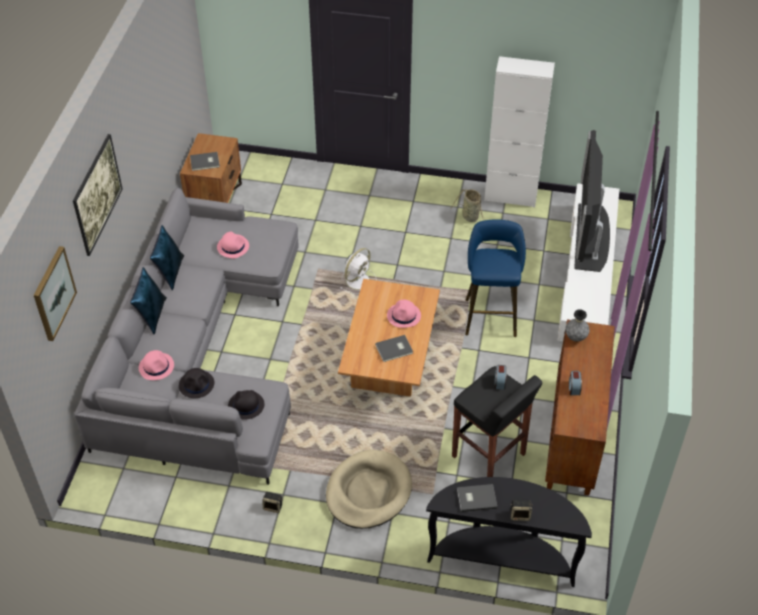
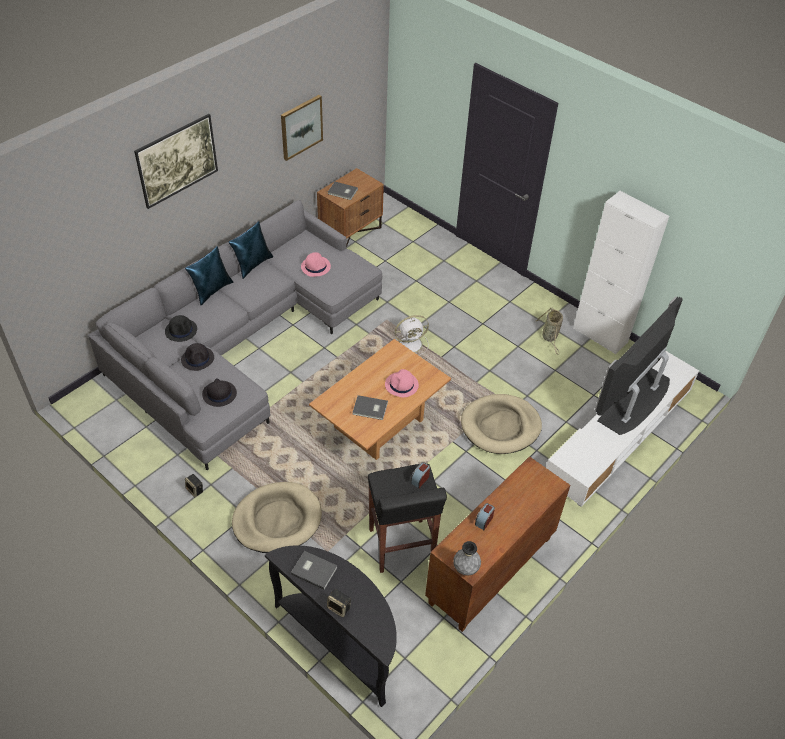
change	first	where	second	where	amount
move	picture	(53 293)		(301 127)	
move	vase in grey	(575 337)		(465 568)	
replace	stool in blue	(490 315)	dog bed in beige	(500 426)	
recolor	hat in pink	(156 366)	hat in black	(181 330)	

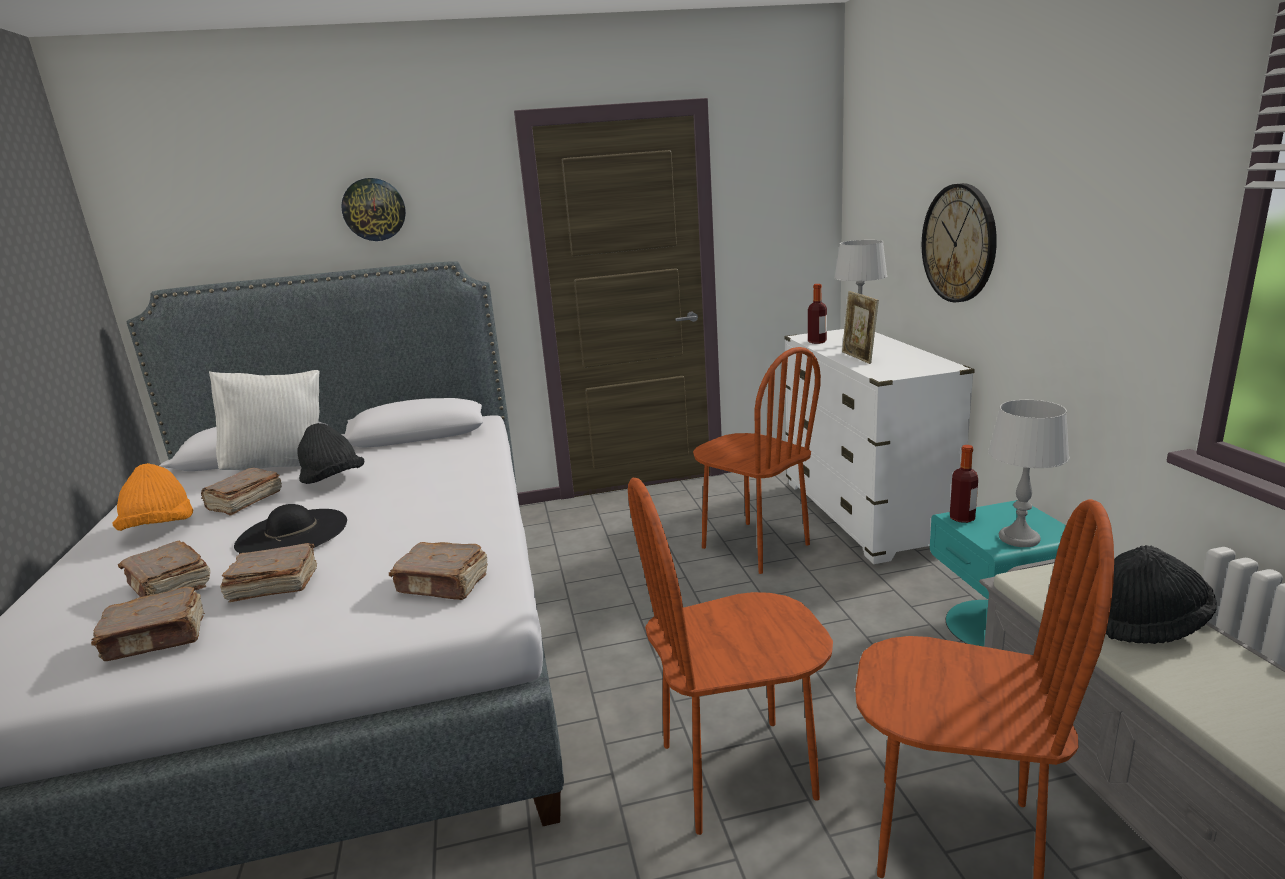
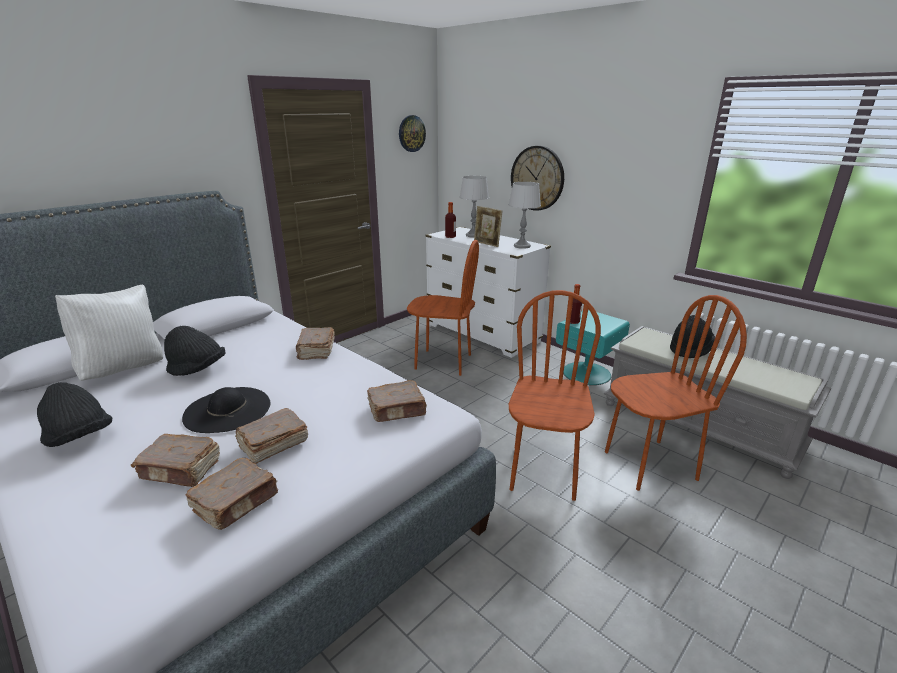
change	first	where	second	where	amount
move	book in brown	(244 502)		(316 350)	
move	wall clock	(374 209)		(411 133)	
move	table lamp in grey	(1019 538)		(522 246)	
recolor	hat in orange	(159 529)	hat in black	(79 438)	
rotate	chair in brown	(737 772)		(544 472)	150 degrees clockwise

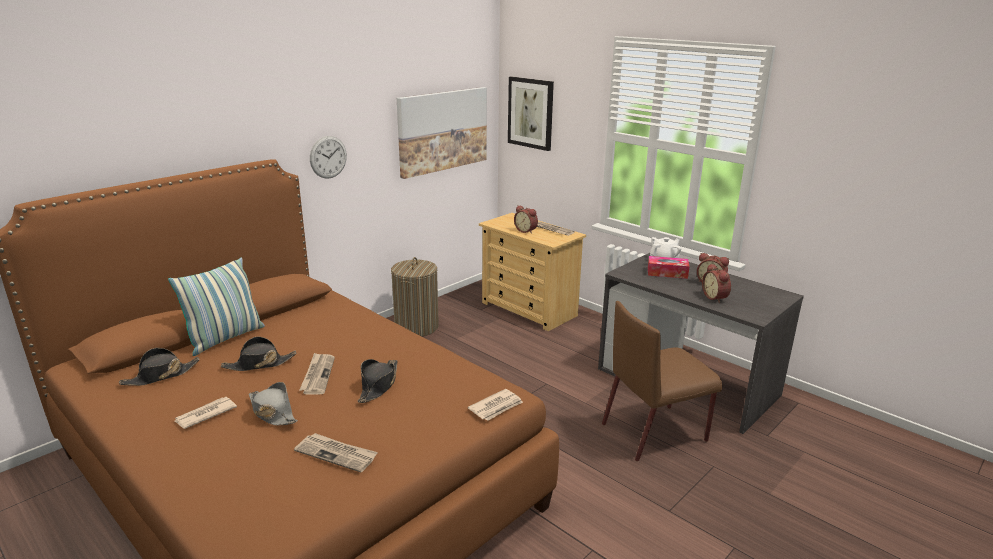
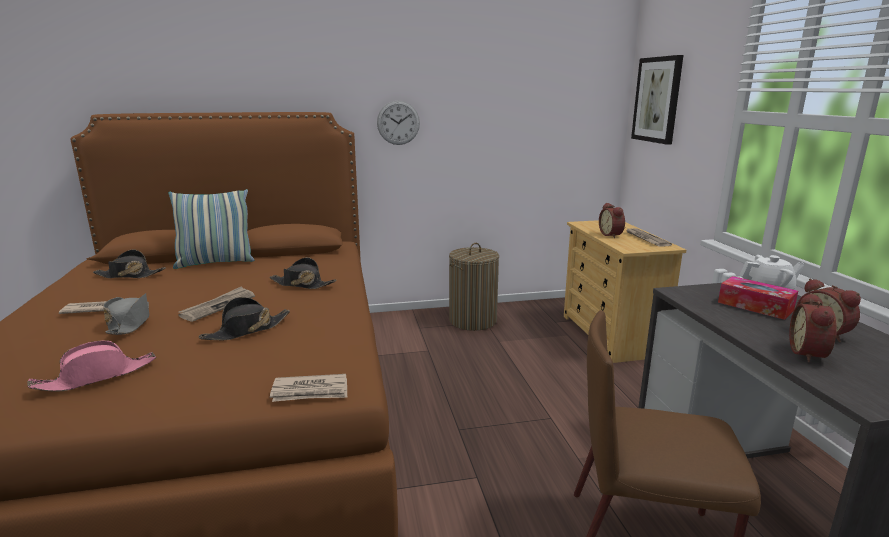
change	first	where	second	where	amount
delete	picture	(442 130)			
move	hat in black	(259 364)		(302 284)	
replace	newspaper	(337 454)	hat in pink	(97 376)	

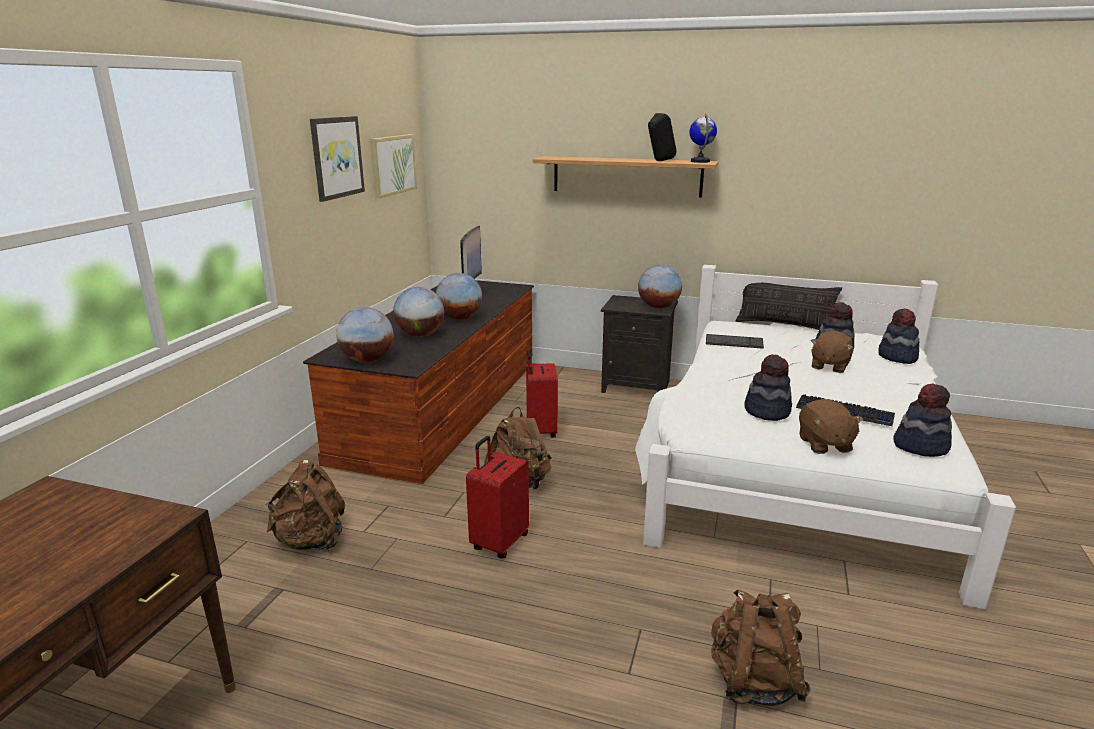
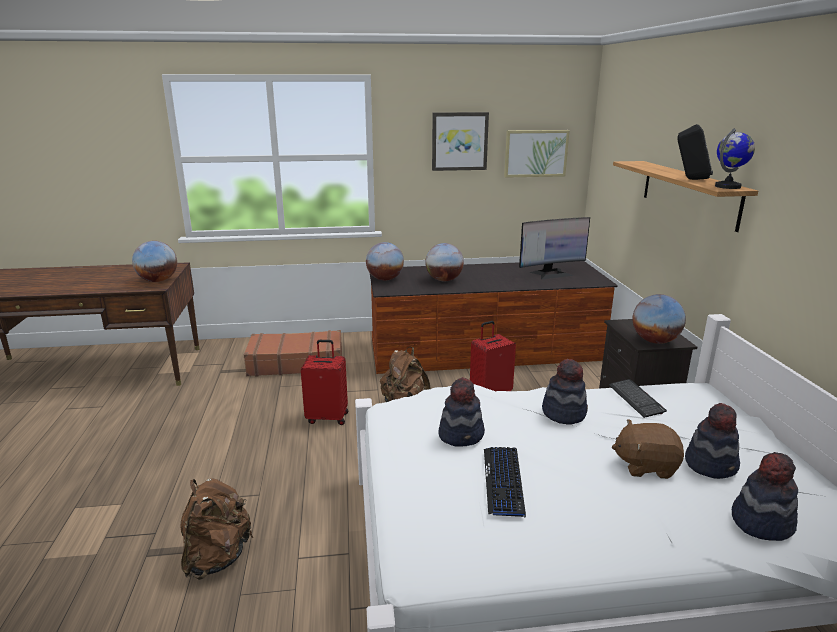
change	first	where	second	where	amount
delete	pillow	(784 326)			
delete	plush toy in brown	(824 444)			
move	globe	(459 318)		(158 281)	
move	hat	(920 446)		(564 413)	
replace	backpack in brown	(311 541)	suitcase in brown	(296 363)	

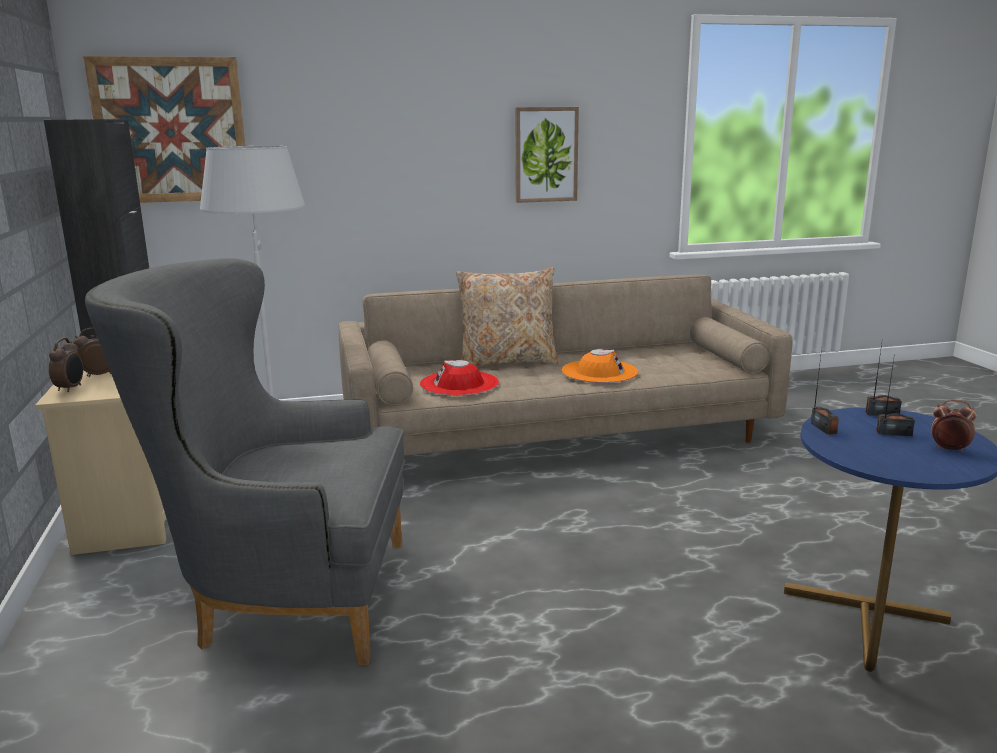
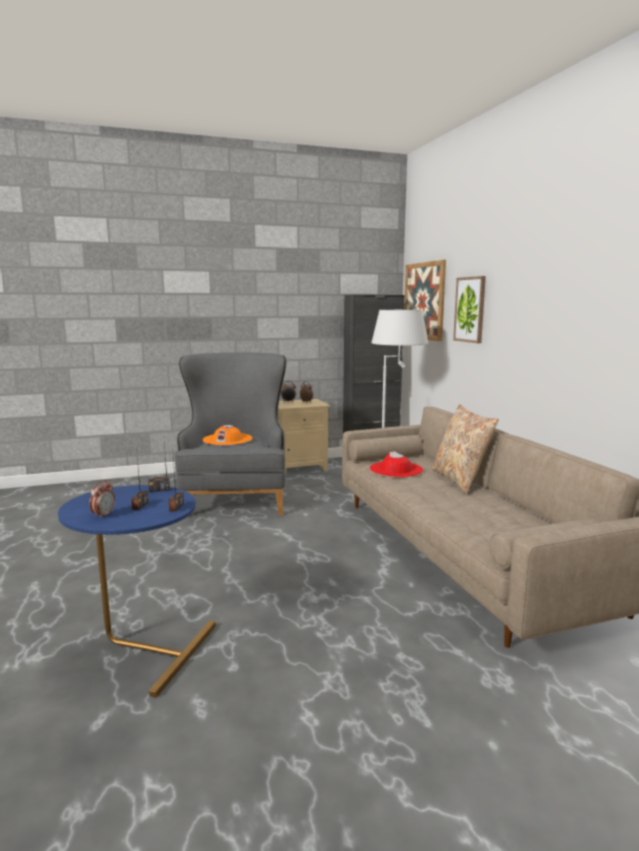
change	first	where	second	where	amount
move	picture	(546 154)		(470 309)	
move	hat in orange	(599 372)		(227 439)	

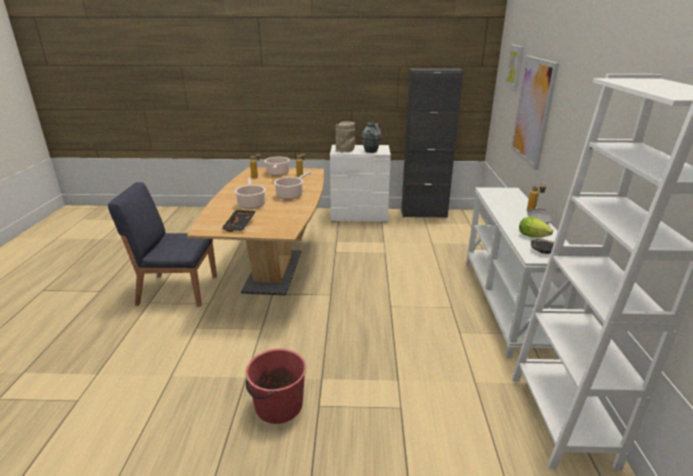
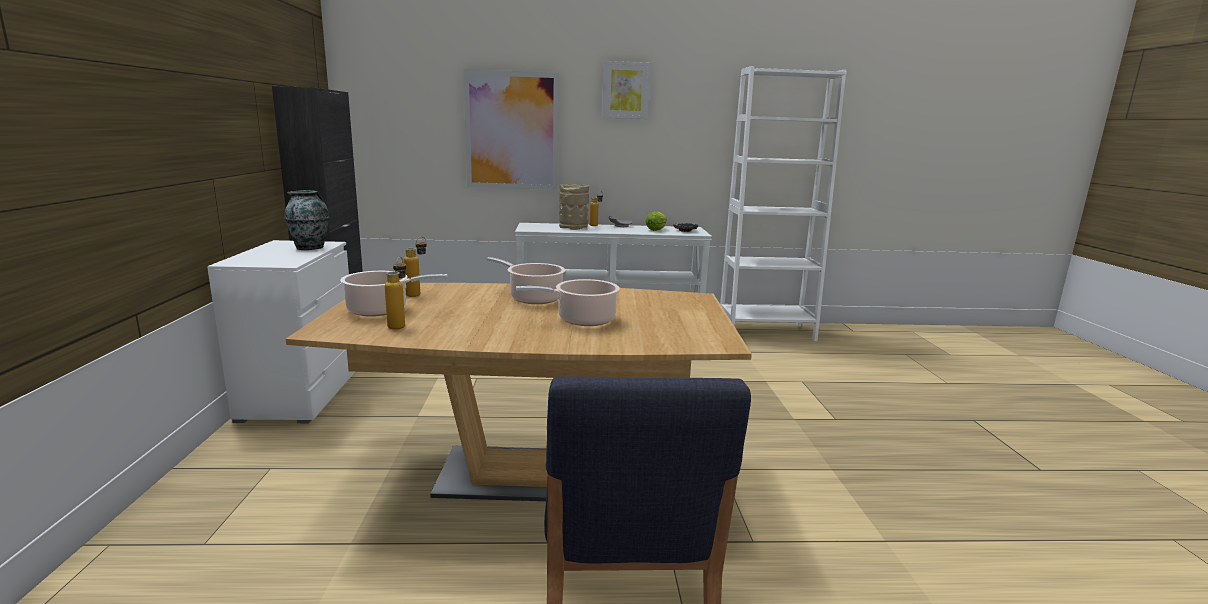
change	first	where	second	where	amount
delete	tray in black	(240 225)			
delete	bucket in red	(278 406)			
move	vase in beige	(345 150)		(574 227)	
move	picture	(514 67)		(625 90)	

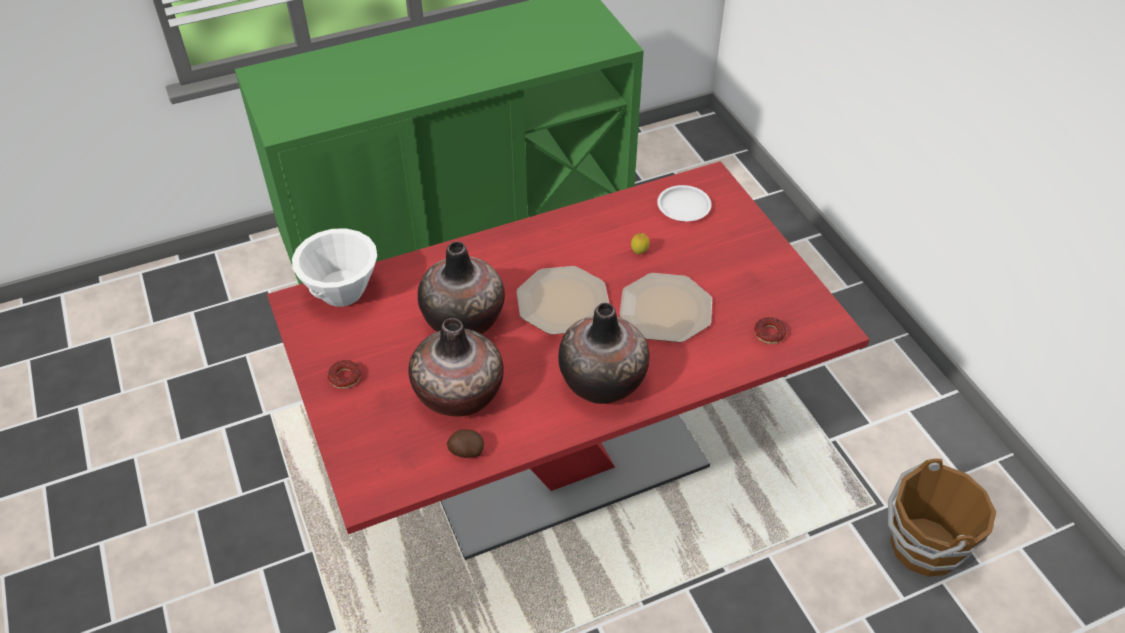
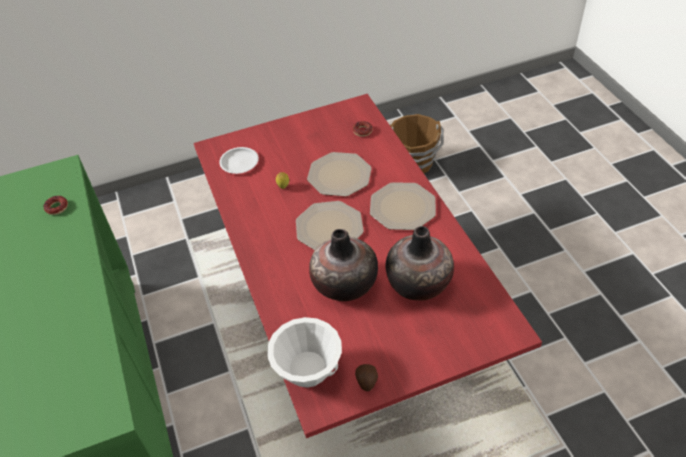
change	first	where	second	where	amount
move	donut	(345 377)		(57 207)	
move	potato	(466 451)		(366 382)	
replace	vase	(602 381)	plate	(403 207)	

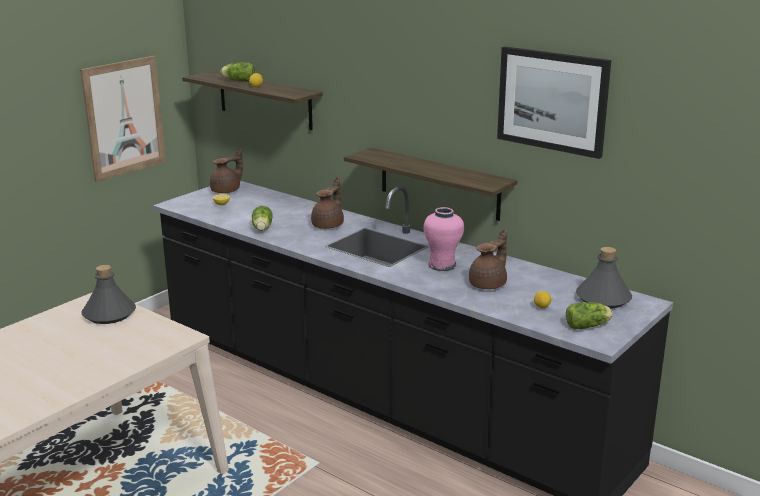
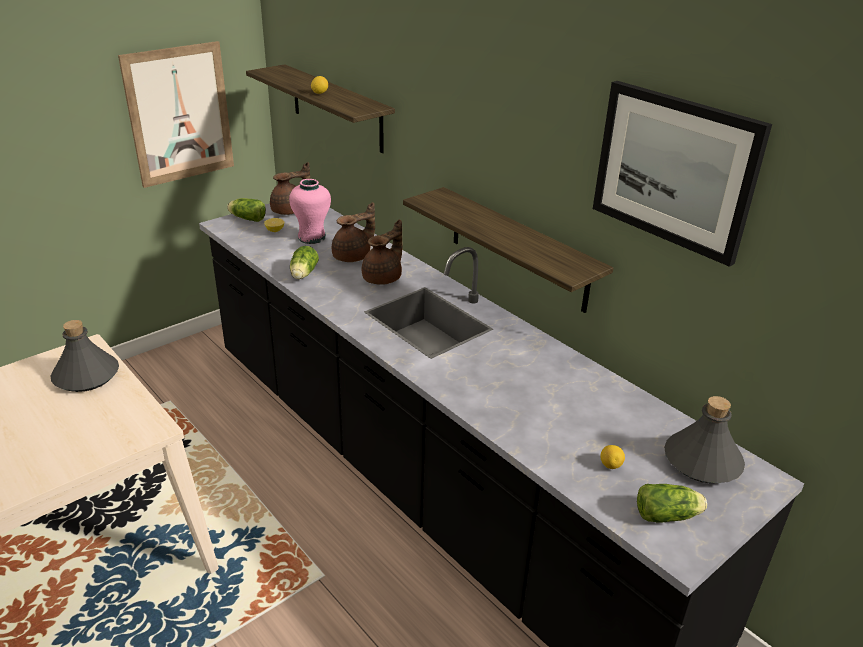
change	first	where	second	where	amount
move	lettuce	(238 81)		(246 218)	
move	vase in pink	(442 265)		(312 237)	
move	teapot in brown	(489 284)		(353 257)	

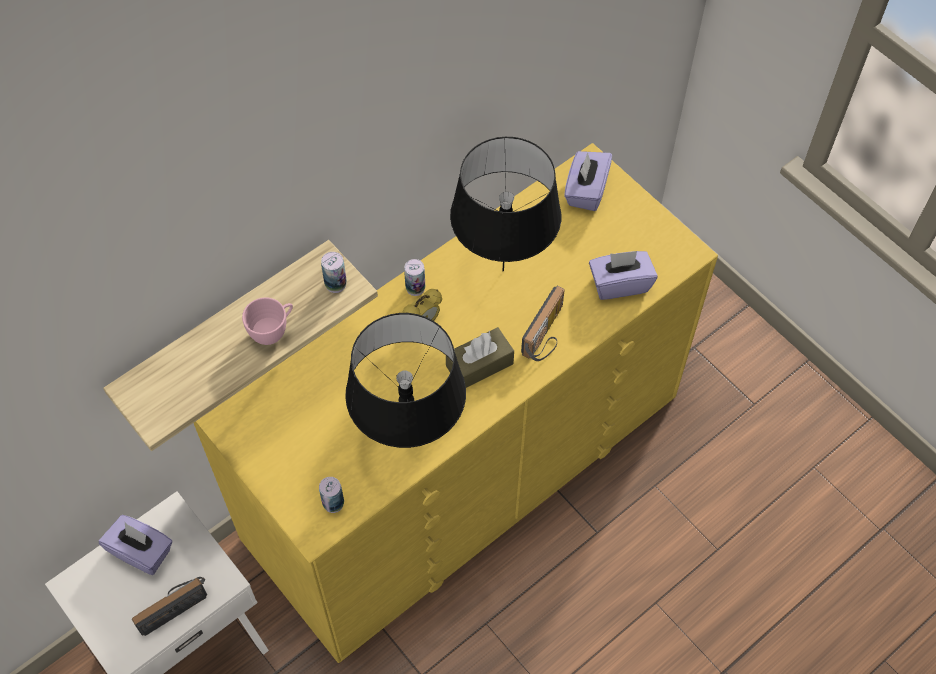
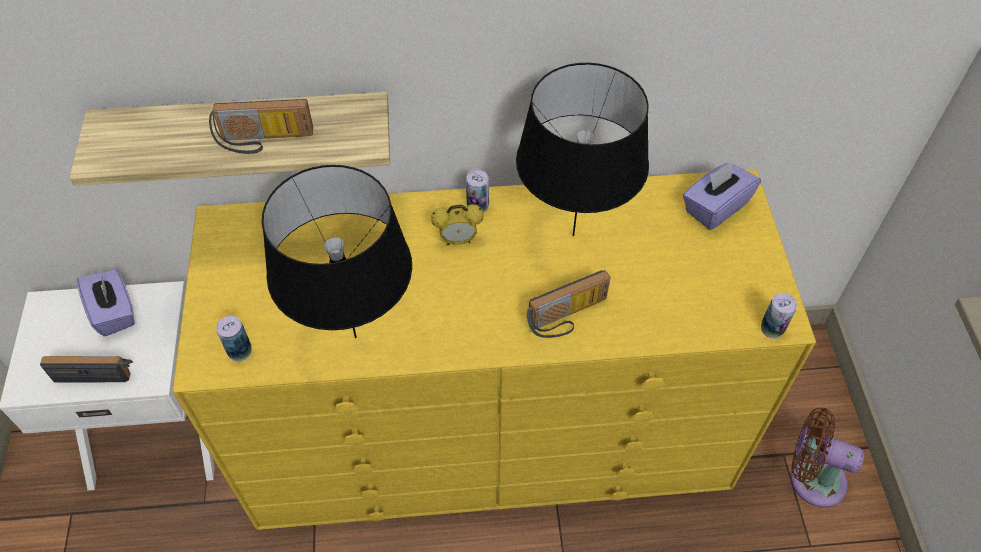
change	first	where	second	where	amount
delete	tissue box in brown	(479 365)			
delete	tissue box in purple	(619 284)			
insert			fan in brown	(811 478)	
move	can	(335 284)		(772 328)	
replace	cup in pink	(273 331)	radio	(264 141)	

